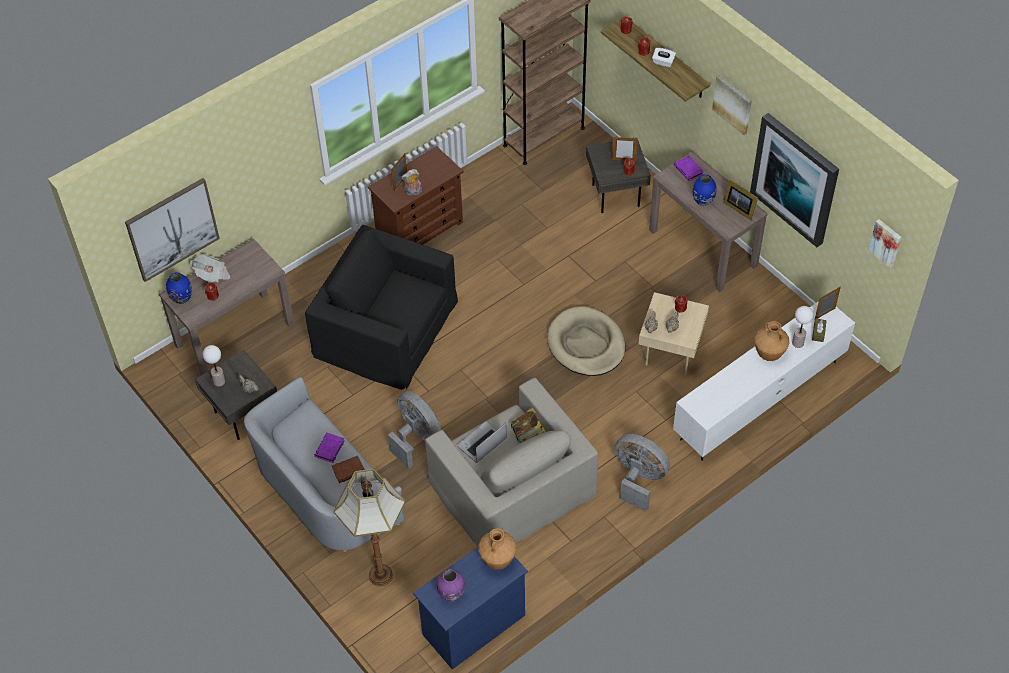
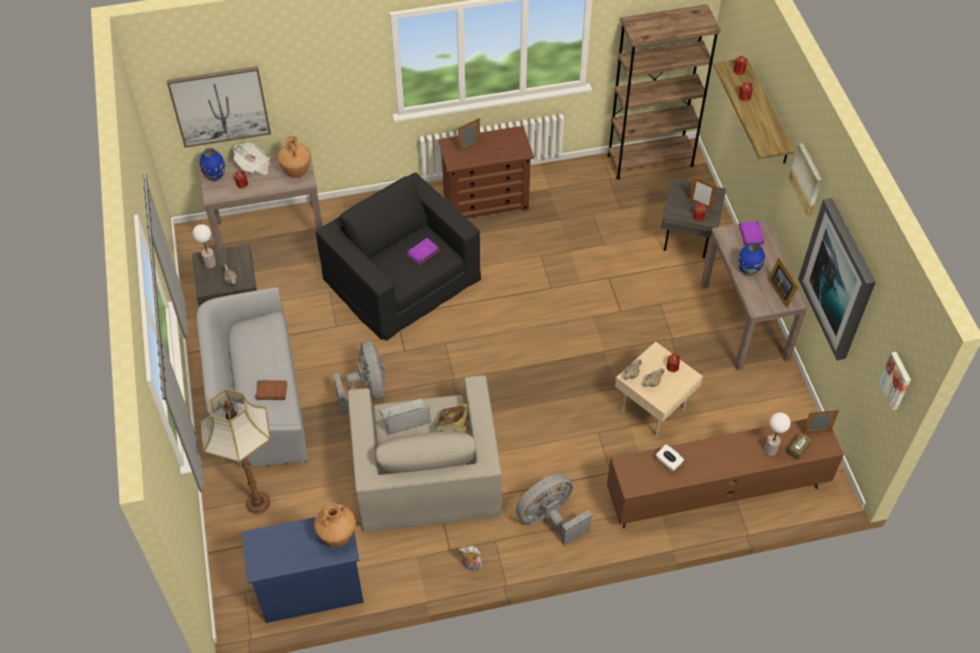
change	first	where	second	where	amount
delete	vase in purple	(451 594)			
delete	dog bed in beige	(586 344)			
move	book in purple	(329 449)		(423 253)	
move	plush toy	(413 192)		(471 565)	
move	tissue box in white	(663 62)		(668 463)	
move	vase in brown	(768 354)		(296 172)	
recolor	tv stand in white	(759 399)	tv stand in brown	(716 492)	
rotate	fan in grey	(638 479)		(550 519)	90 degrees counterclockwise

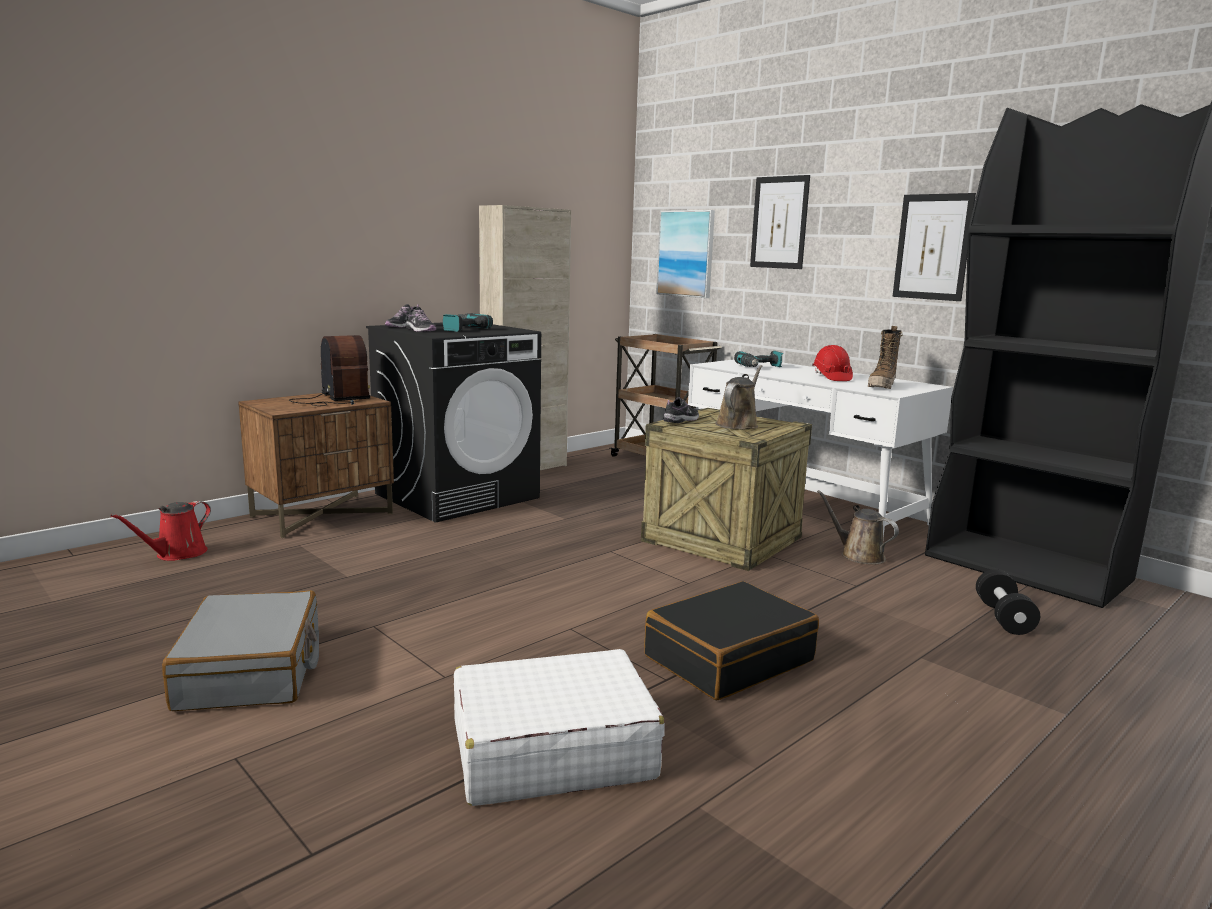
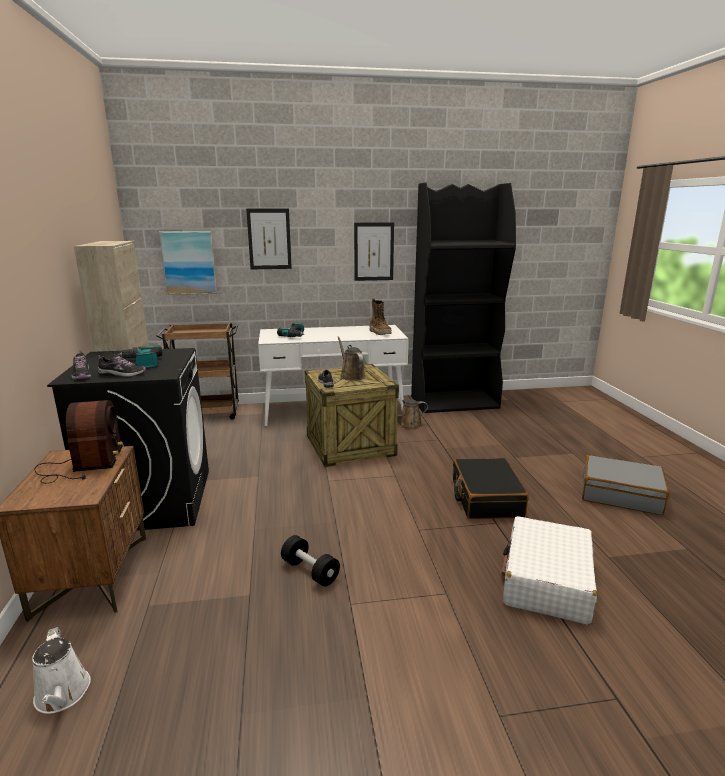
change	first	where	second	where	amount
delete	hard hat in red	(831 377)			
move	suitcase in grey	(251 670)		(620 494)	
move	dumbbell in black	(1003 617)		(310 571)	
recolor	watering can in red	(177 554)	watering can in white	(62 695)	
rotate	radio	(335 400)		(82 465)	75 degrees clockwise

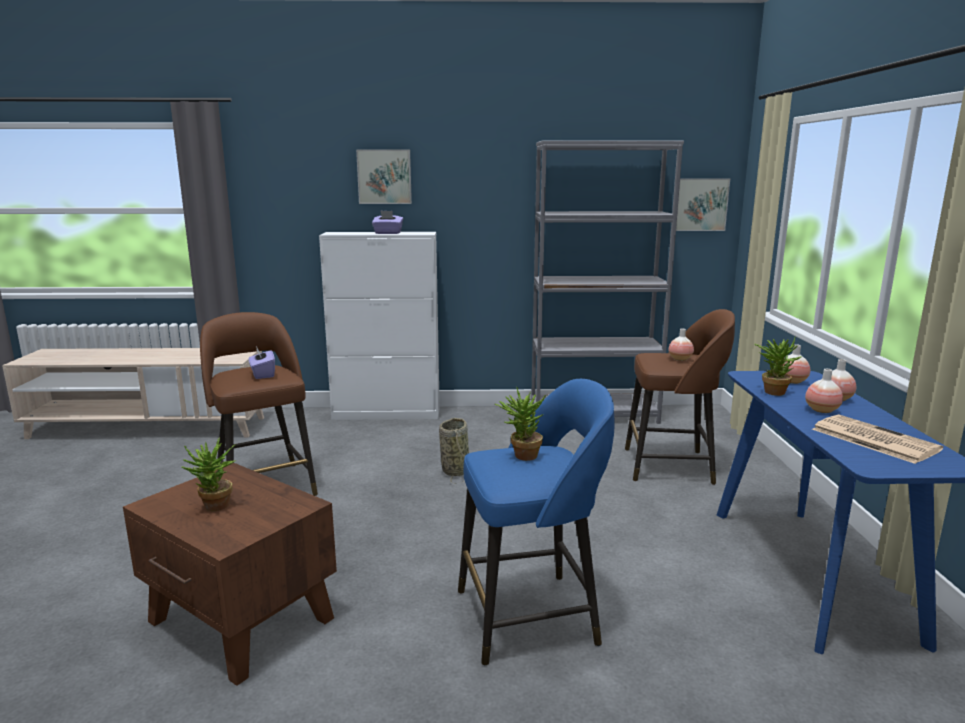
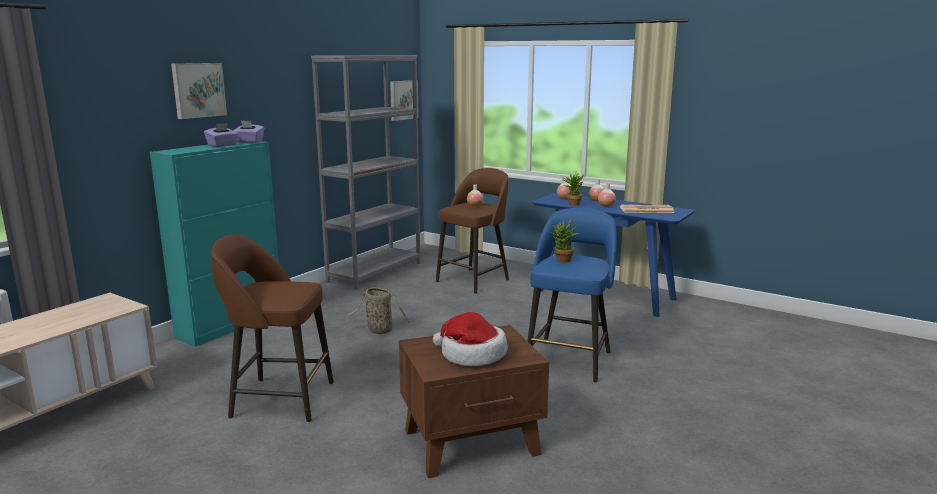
change	first	where	second	where	amount
move	tissue box in purple	(262 374)		(249 141)	
replace	potted plant	(214 508)	hat	(471 354)	
recolor	cabinet in white	(387 413)	cabinet in turquoise	(231 324)	

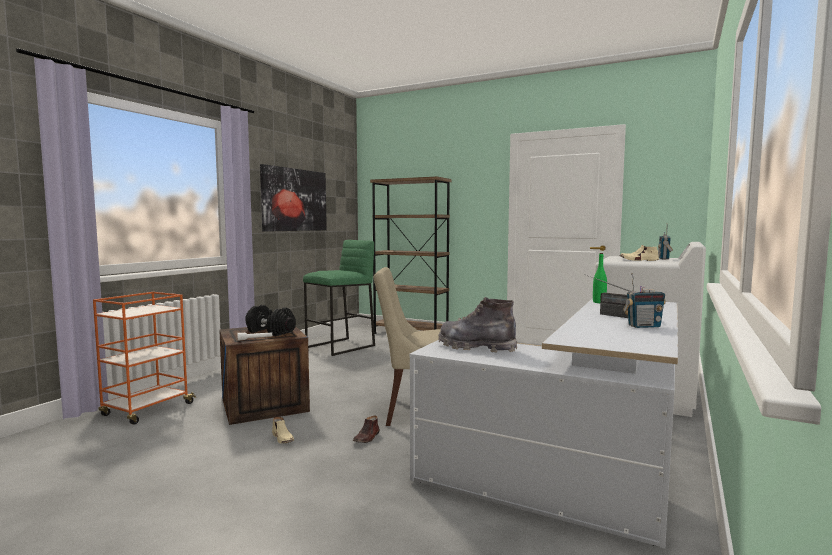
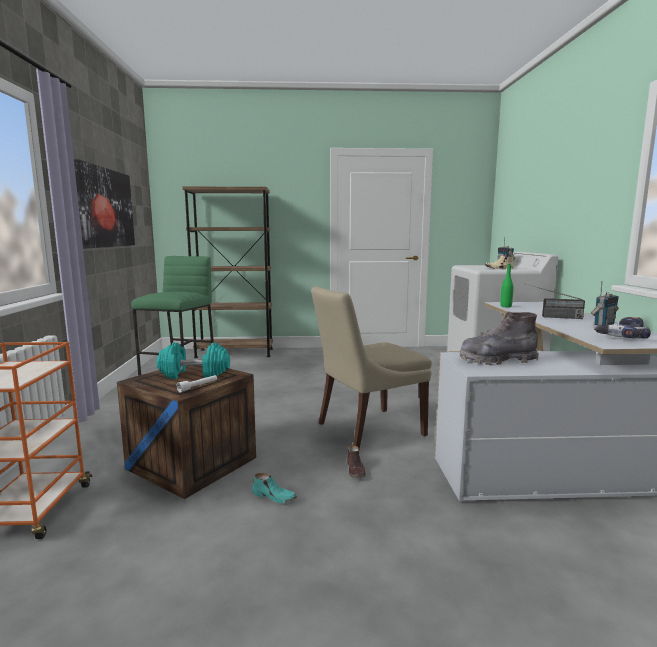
change	first	where	second	where	amount
insert			power drill	(621 336)	
recolor	dumbbell in black	(270 332)	dumbbell in turquoise	(194 374)	
recolor	shoe in beige	(283 438)	shoe in turquoise	(274 496)	

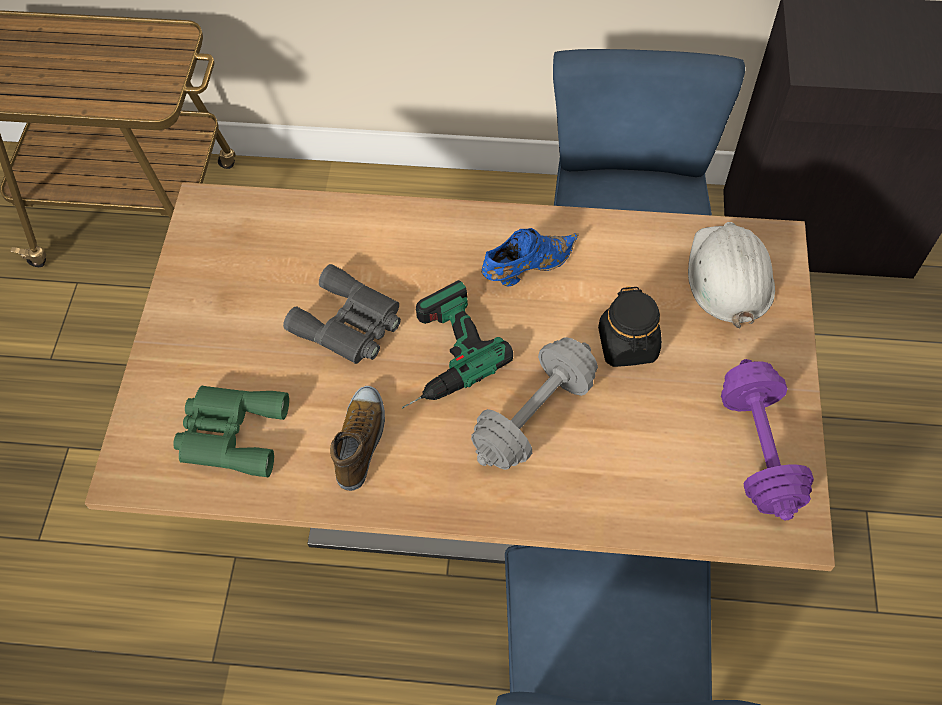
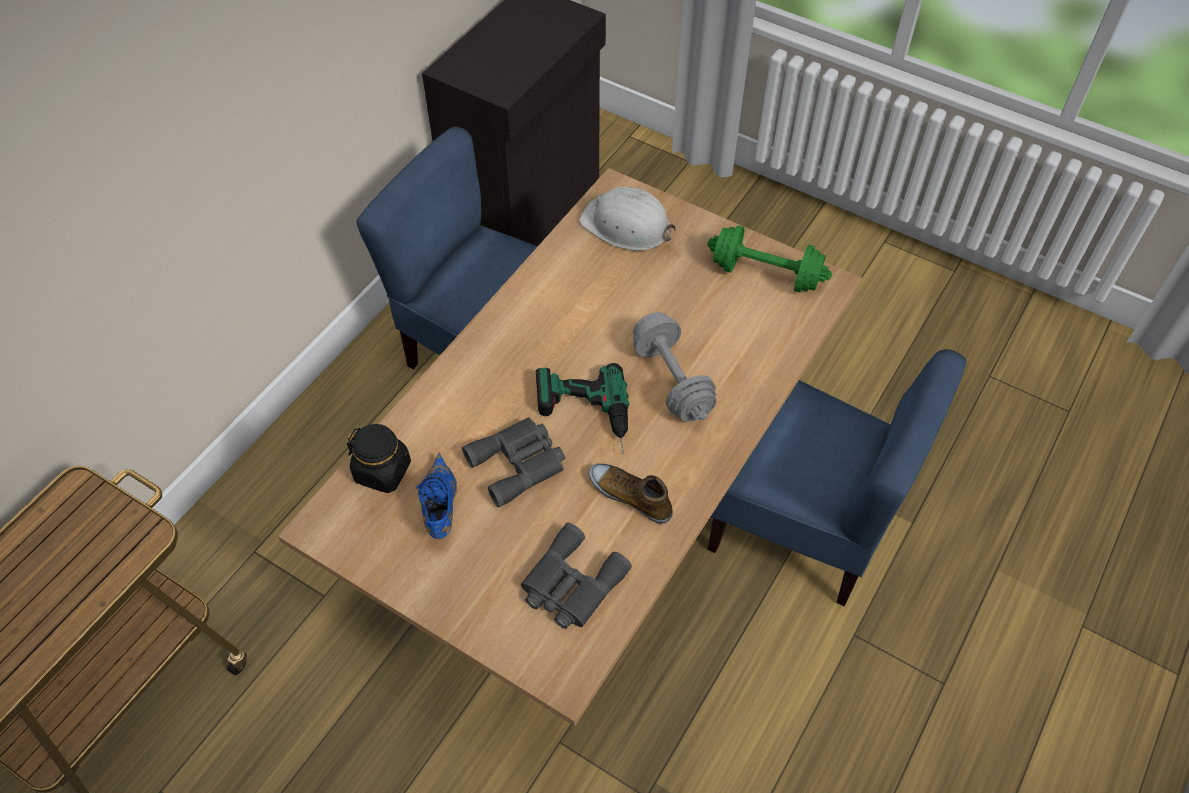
change	first	where	second	where	amount
move	shoe in blue	(526 268)		(440 509)	
move	jar in black	(627 345)		(383 471)	
recolor	binoculars in green	(230 433)	binoculars in grey	(570 585)	
recolor	dumbbell in purple	(758 450)	dumbbell in green	(765 274)	

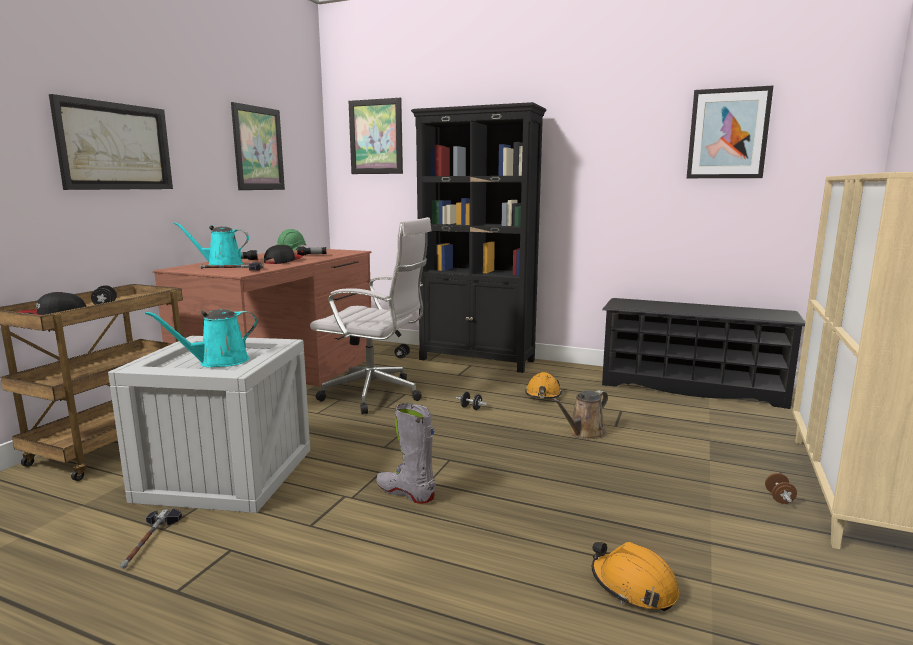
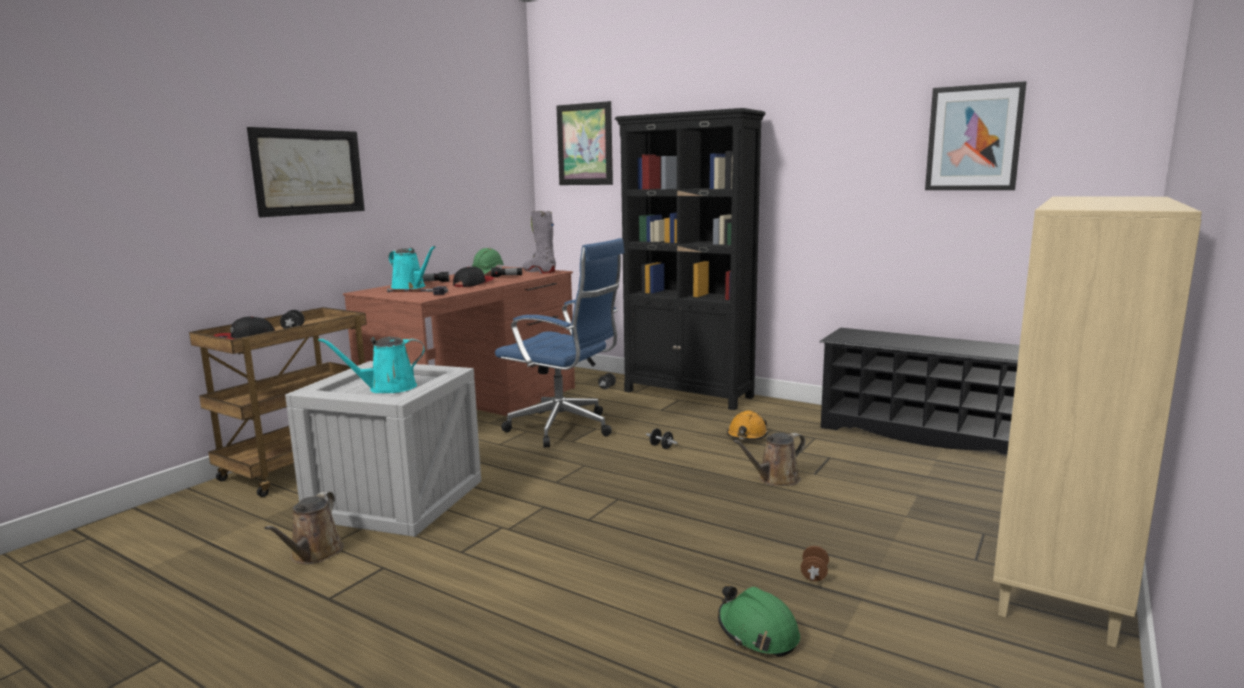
change	first	where	second	where	amount
delete	picture	(258 148)			
move	boot in grey	(405 493)		(539 271)	
move	dumbbell in brown	(779 498)		(814 575)	
replace	hammer	(149 541)	watering can in brown	(314 554)	
recolor	office chair in white	(376 395)	office chair in blue	(565 428)	
recolor	hard hat in orange	(633 586)	hard hat in green	(757 632)	
rotate	watering can in turquoise	(221 264)		(410 287)	150 degrees counterclockwise

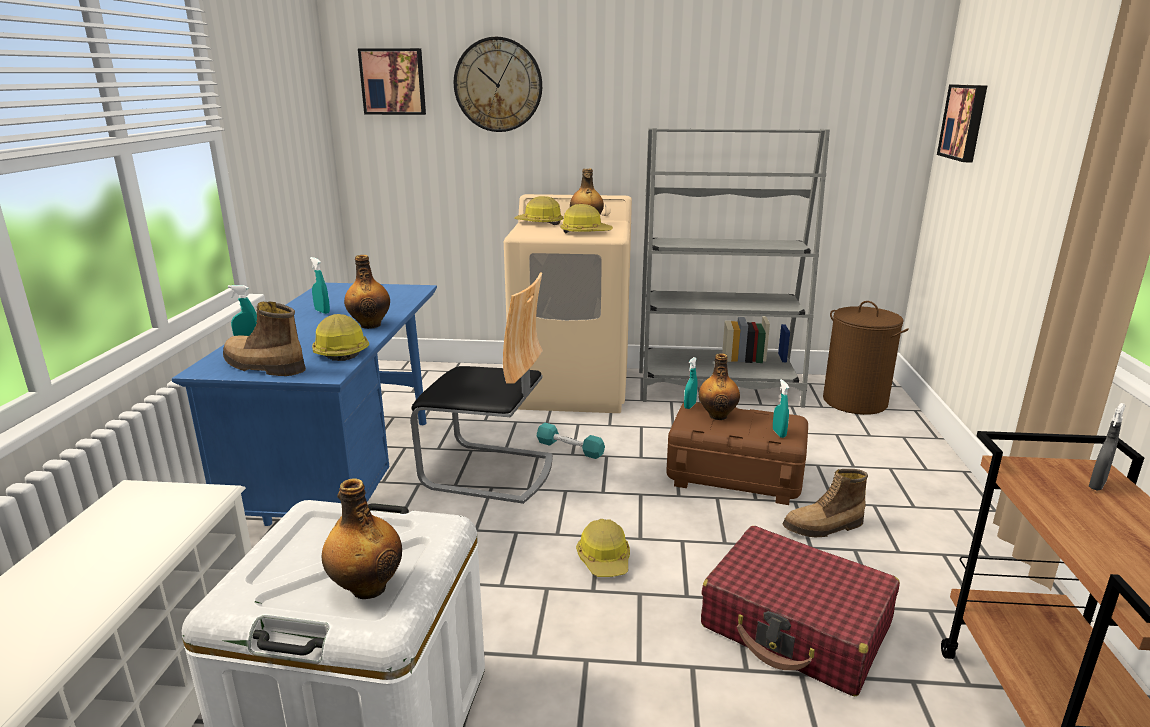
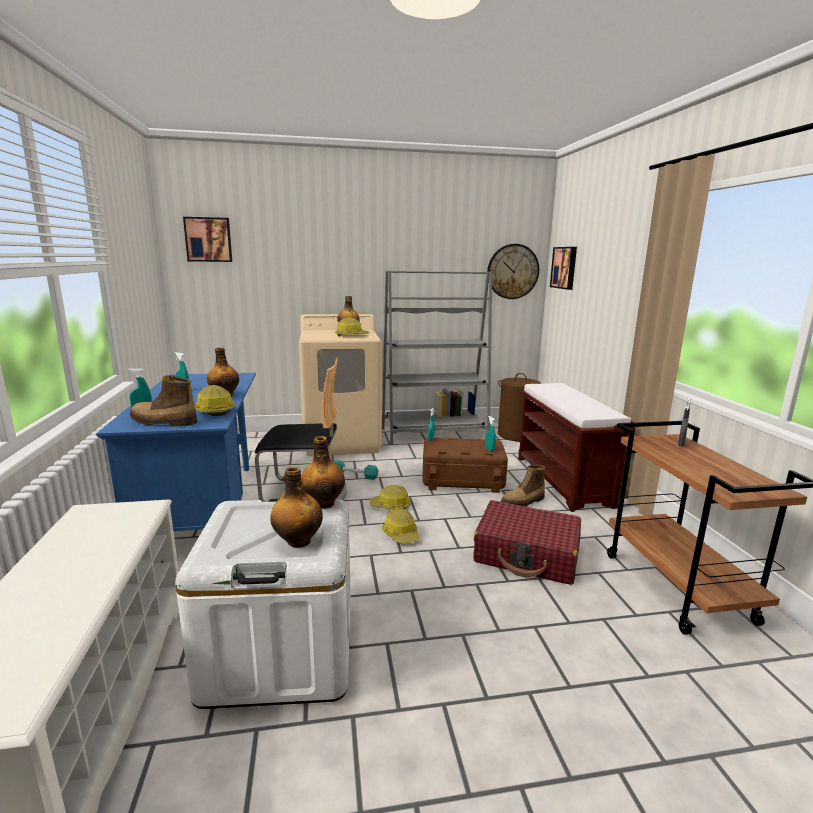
change	first	where	second	where	amount
insert			bench in brown	(564 481)	
move	wall clock	(498 85)		(512 271)	
move	hard hat	(539 223)		(390 506)	
move	bottle	(717 415)		(324 503)	

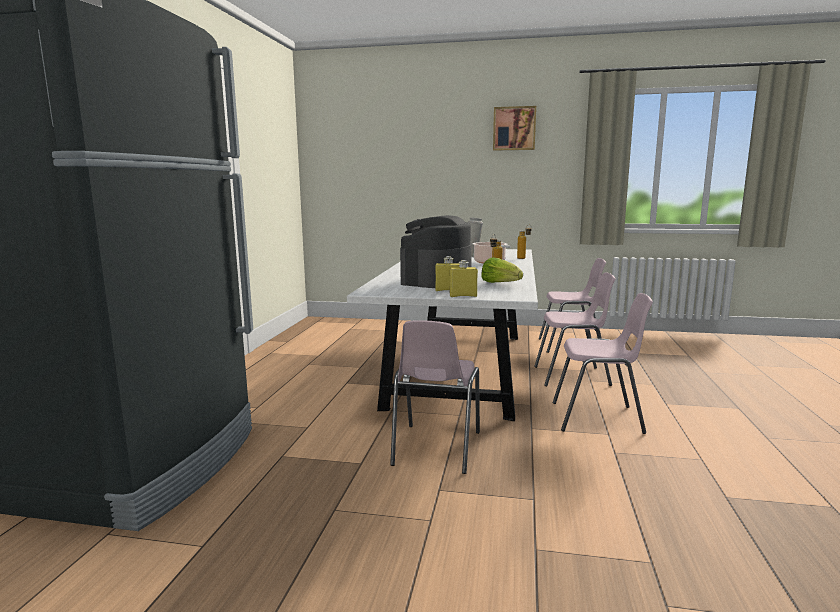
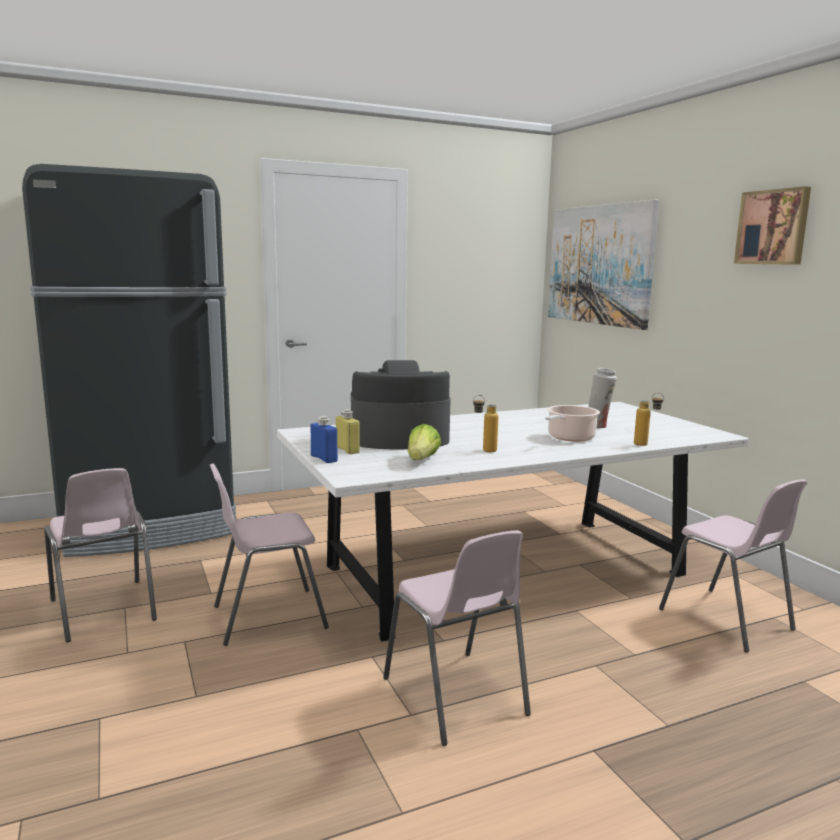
change	first	where	second	where	amount
insert			picture	(599 265)	
move	chair in pink	(572 376)		(103 611)	
recolor	bottle in yellow	(463 296)	bottle in blue	(324 459)	

